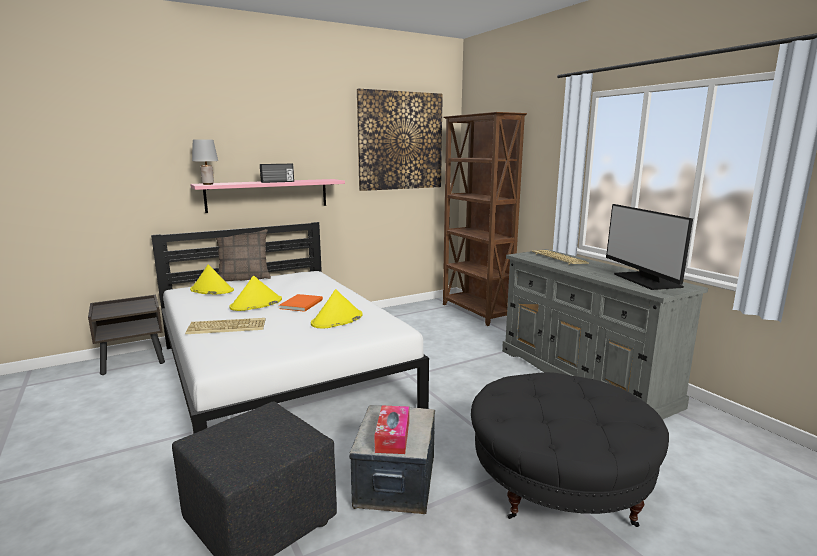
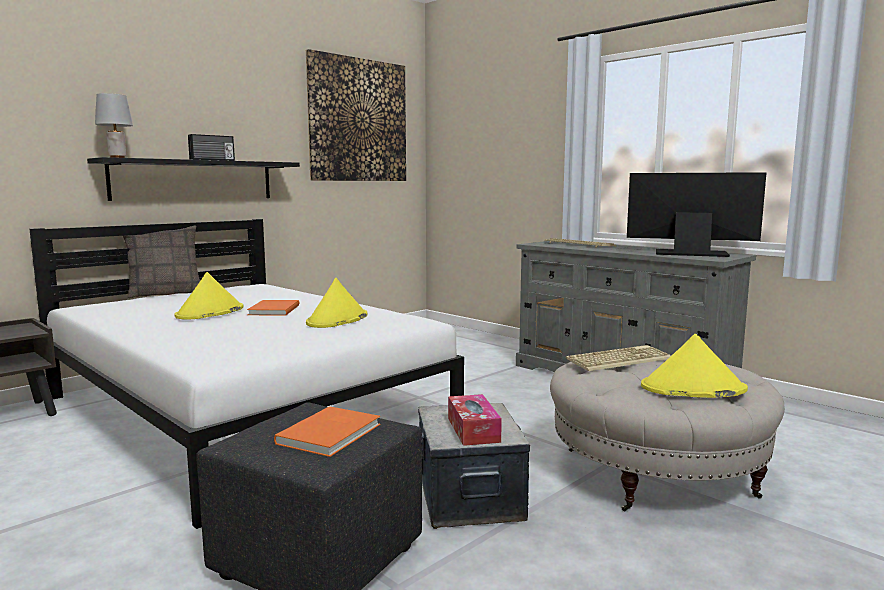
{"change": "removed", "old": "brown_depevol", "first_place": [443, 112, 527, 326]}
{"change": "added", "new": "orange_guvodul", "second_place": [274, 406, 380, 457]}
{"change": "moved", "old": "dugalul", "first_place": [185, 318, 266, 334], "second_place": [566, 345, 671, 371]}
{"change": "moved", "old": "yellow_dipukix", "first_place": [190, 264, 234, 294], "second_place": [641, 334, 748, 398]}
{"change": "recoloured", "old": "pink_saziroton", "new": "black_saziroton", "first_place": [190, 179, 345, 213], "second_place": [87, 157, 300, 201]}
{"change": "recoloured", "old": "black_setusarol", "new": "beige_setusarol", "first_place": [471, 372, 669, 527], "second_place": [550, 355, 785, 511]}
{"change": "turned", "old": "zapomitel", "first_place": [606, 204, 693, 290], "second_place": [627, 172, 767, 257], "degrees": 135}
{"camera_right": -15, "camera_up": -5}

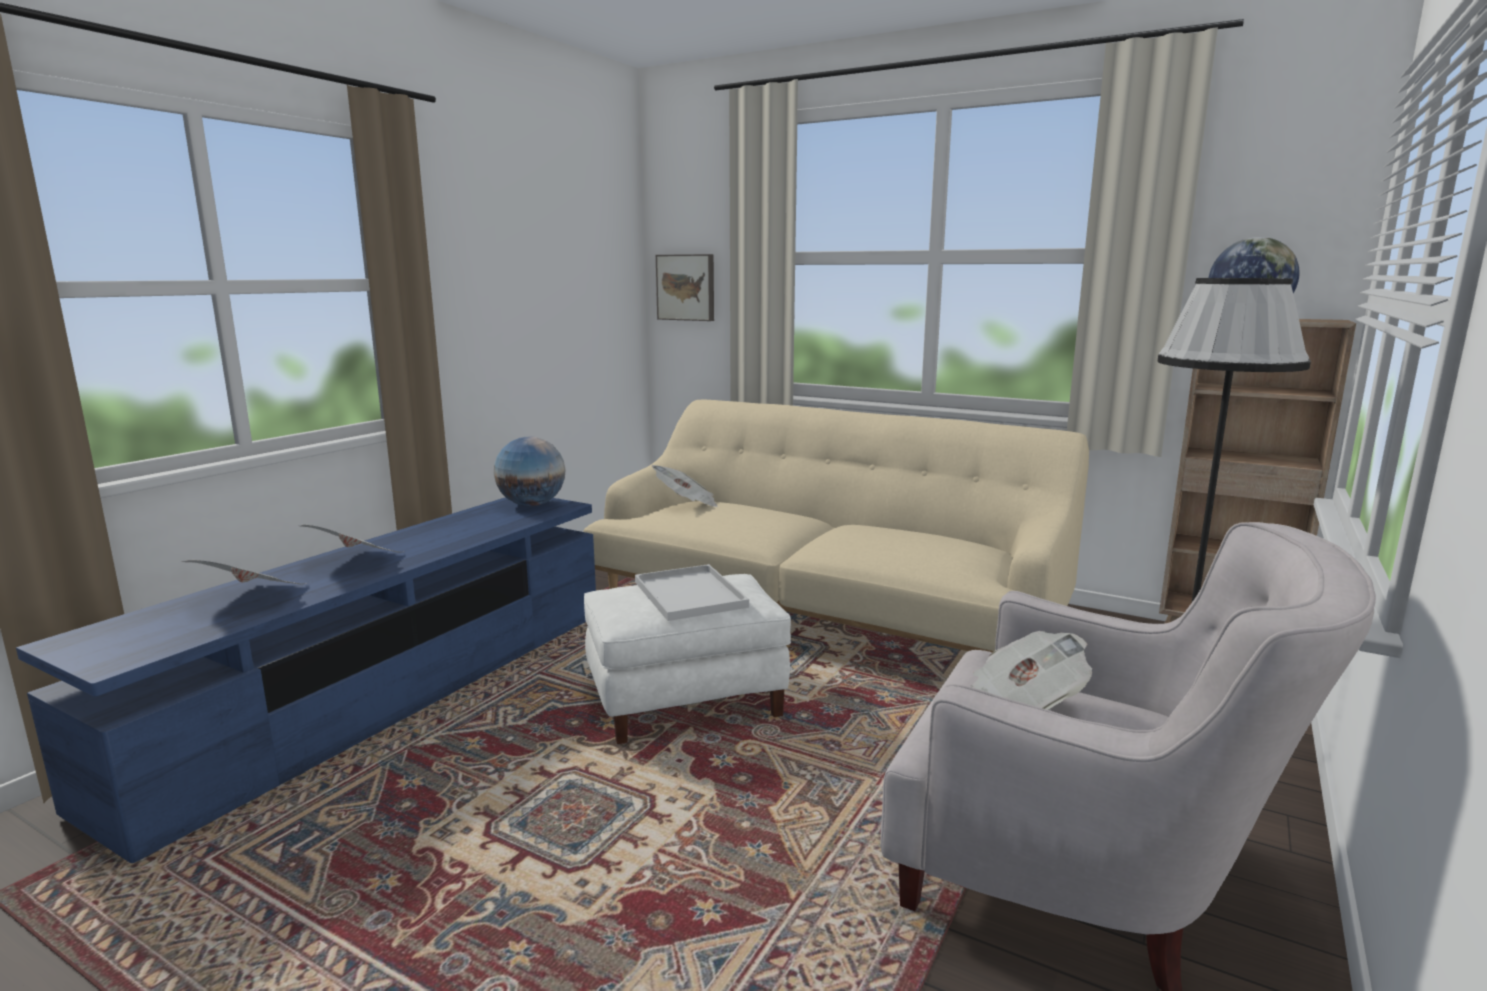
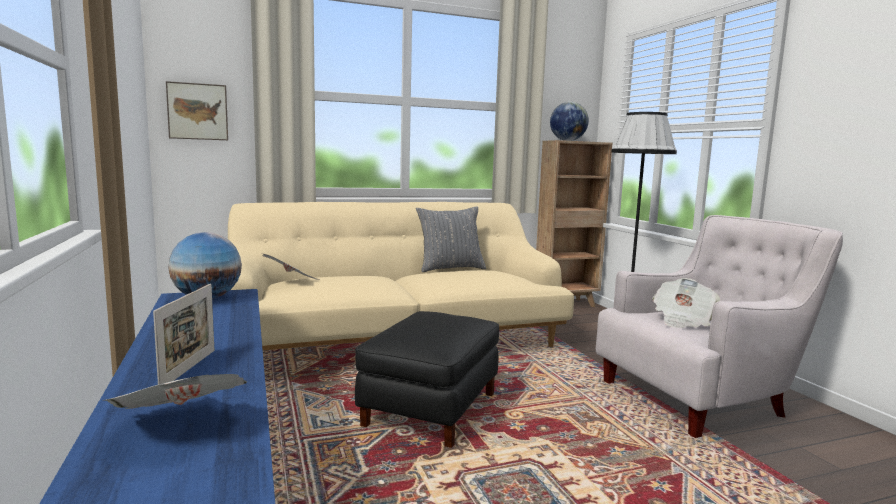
{"change": "removed", "old": "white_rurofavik", "first_place": [635, 564, 749, 621]}
{"change": "added", "new": "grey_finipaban", "second_place": [416, 206, 486, 272]}
{"change": "replaced", "old": "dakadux", "new": "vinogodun", "first_place": [301, 525, 400, 553], "second_place": [153, 284, 214, 385]}
{"change": "recoloured", "old": "white_setusarol", "new": "black_setusarol", "first_place": [584, 574, 791, 744], "second_place": [355, 311, 499, 448]}
{"camera_right": -50, "camera_up": -5}

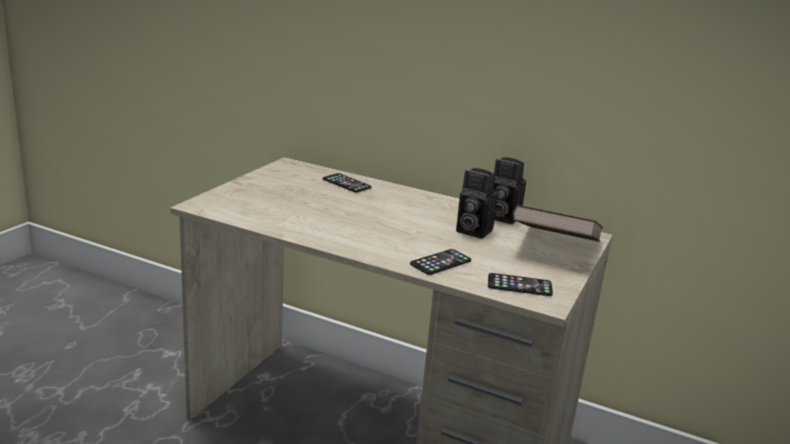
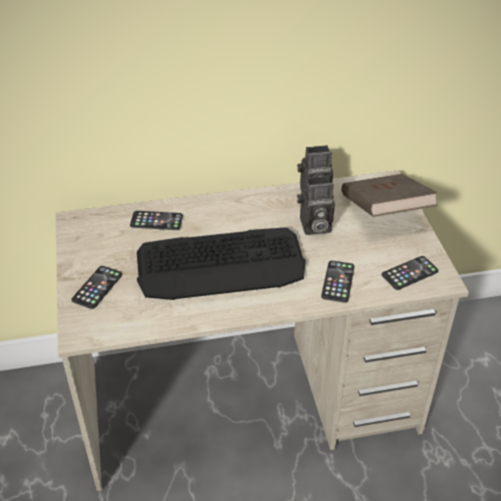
{"change": "added", "new": "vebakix", "second_place": [71, 266, 122, 309]}
{"change": "added", "new": "dugalul", "second_place": [137, 227, 306, 300]}
{"camera_right": -35, "camera_up": 20}

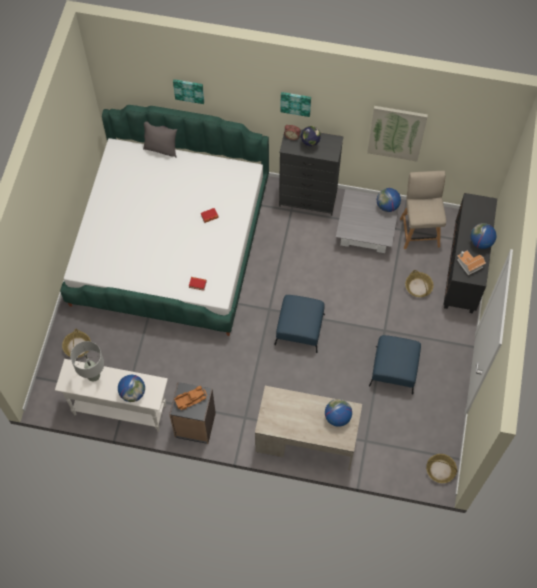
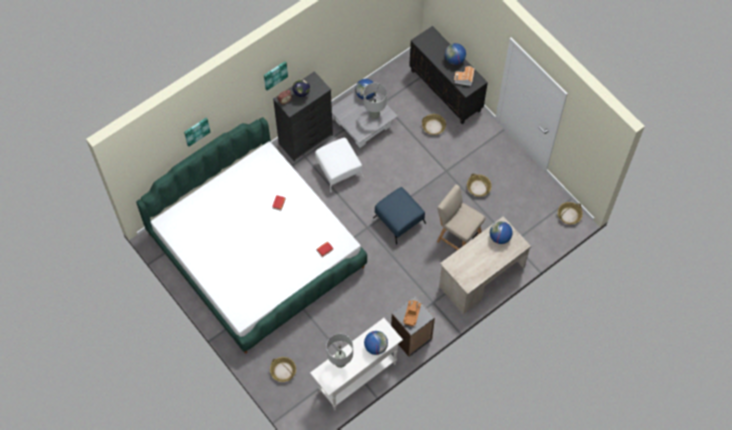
{"change": "removed", "old": "grey_finipaban", "first_place": [143, 121, 177, 157]}
{"change": "removed", "old": "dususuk", "first_place": [367, 106, 428, 161]}
{"change": "added", "new": "white_setusarol", "second_place": [314, 138, 364, 192]}
{"change": "added", "new": "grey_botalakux", "second_place": [363, 83, 387, 119]}
{"change": "moved", "old": "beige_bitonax", "first_place": [400, 171, 446, 249], "second_place": [437, 184, 485, 250]}
{"change": "replaced", "old": "blue_setusarol", "new": "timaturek", "first_place": [369, 335, 421, 394], "second_place": [467, 174, 492, 197]}
{"camera_right": -50, "camera_up": 0}

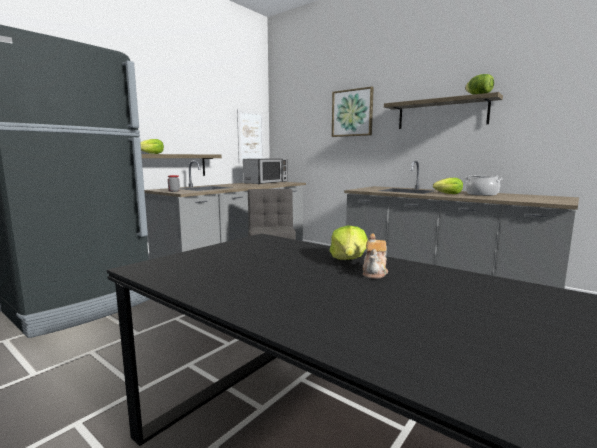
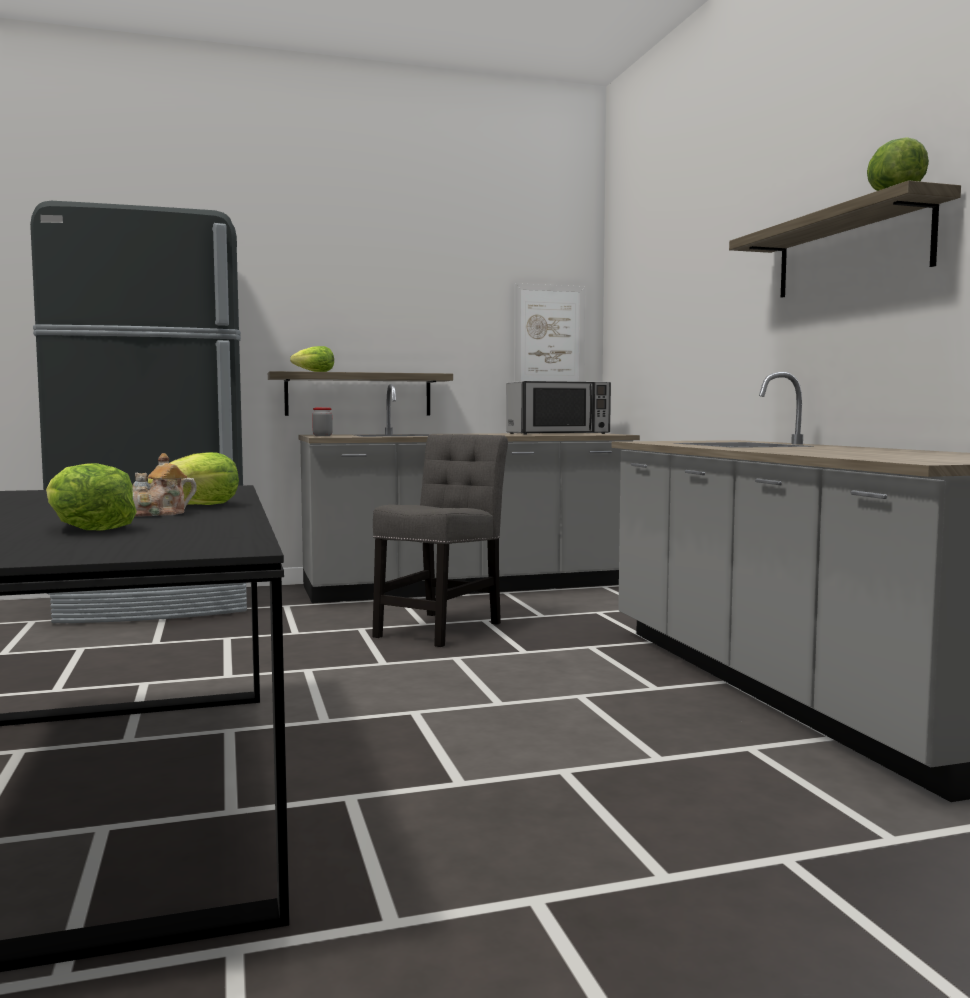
{"change": "removed", "old": "dususuk", "first_place": [332, 87, 374, 137]}
{"change": "removed", "old": "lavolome", "first_place": [464, 175, 503, 196]}
{"change": "moved", "old": "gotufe", "first_place": [433, 178, 463, 194], "second_place": [46, 463, 137, 530]}
{"camera_right": 35, "camera_up": -5}

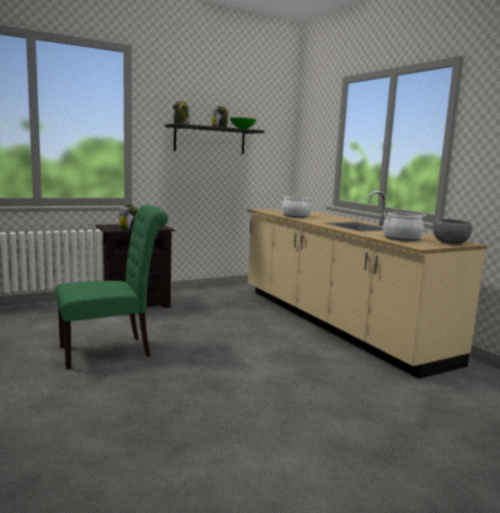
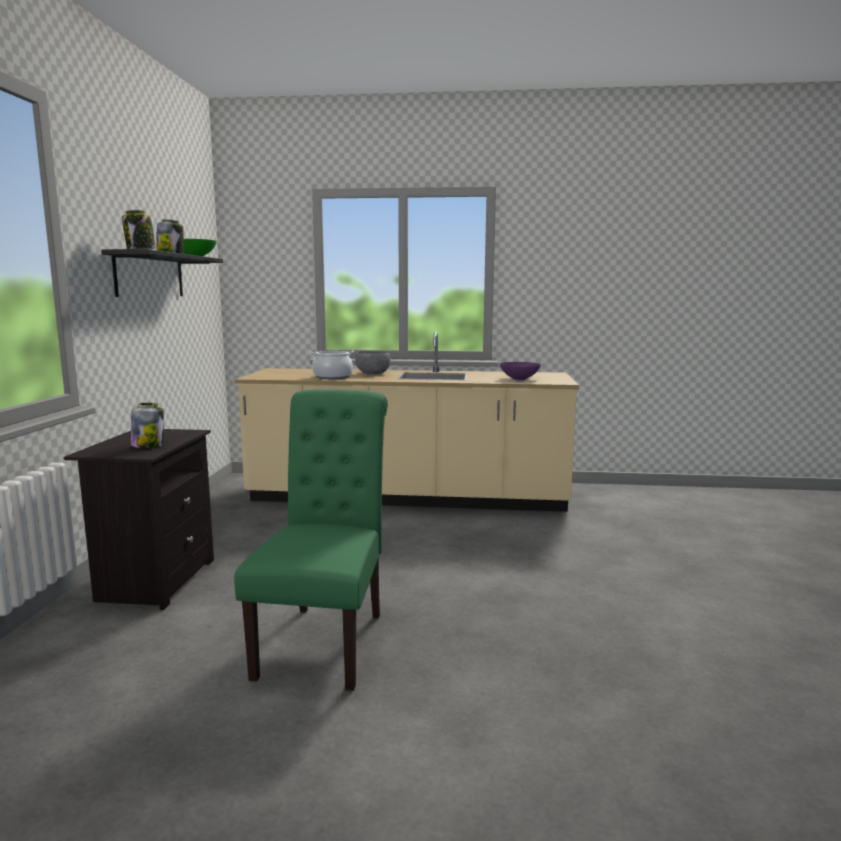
{"change": "moved", "old": "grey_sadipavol", "first_place": [433, 219, 472, 245], "second_place": [355, 351, 390, 374]}
{"change": "replaced", "old": "lavolome", "new": "purple_sadipavol", "first_place": [383, 213, 426, 241], "second_place": [500, 362, 541, 380]}
{"camera_right": -55, "camera_up": 0}

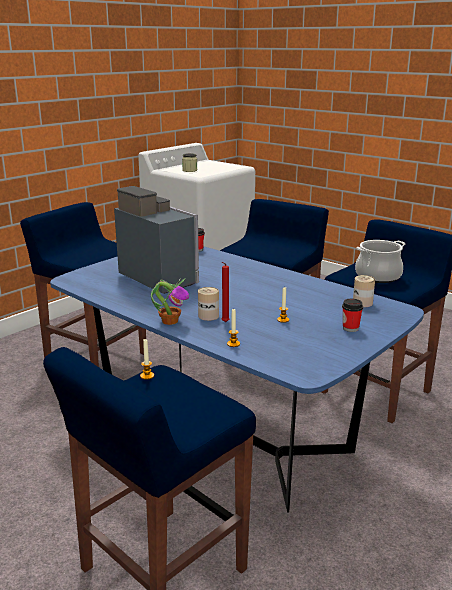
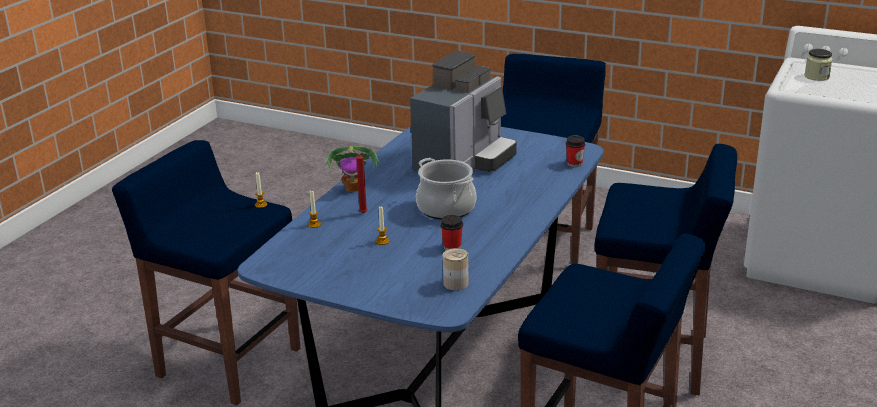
{"change": "removed", "old": "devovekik", "first_place": [198, 287, 219, 321]}
{"change": "moved", "old": "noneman", "first_place": [342, 299, 363, 332], "second_place": [440, 215, 463, 250]}
{"change": "moved", "old": "lavolome", "first_place": [355, 240, 406, 283], "second_place": [416, 158, 476, 220]}
{"camera_right": 75, "camera_up": 5}

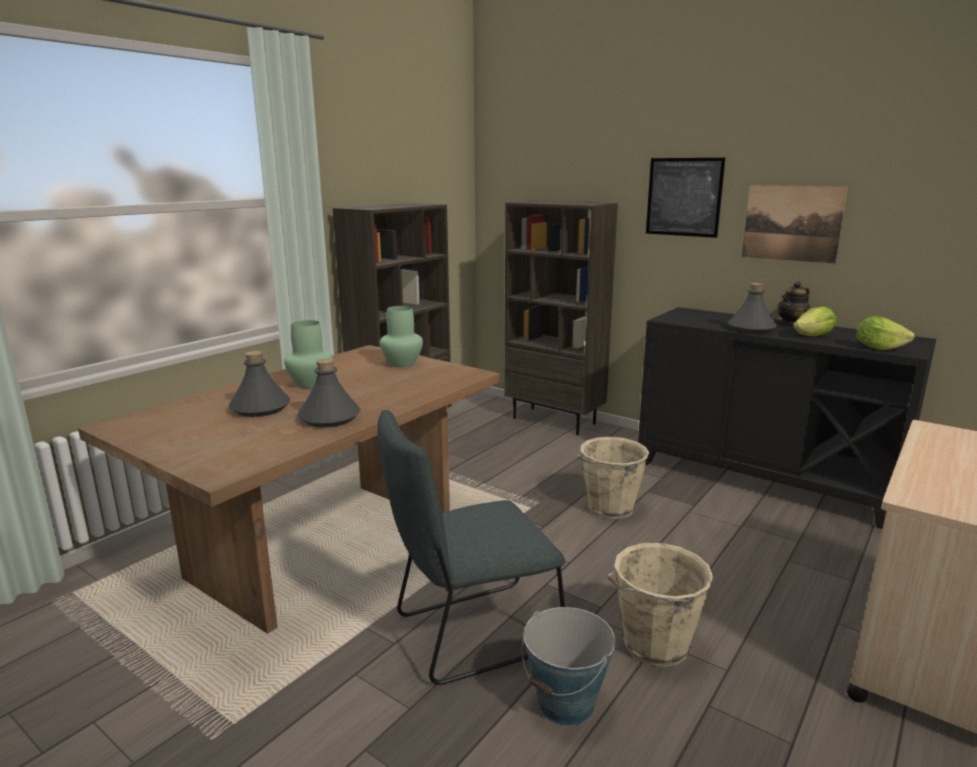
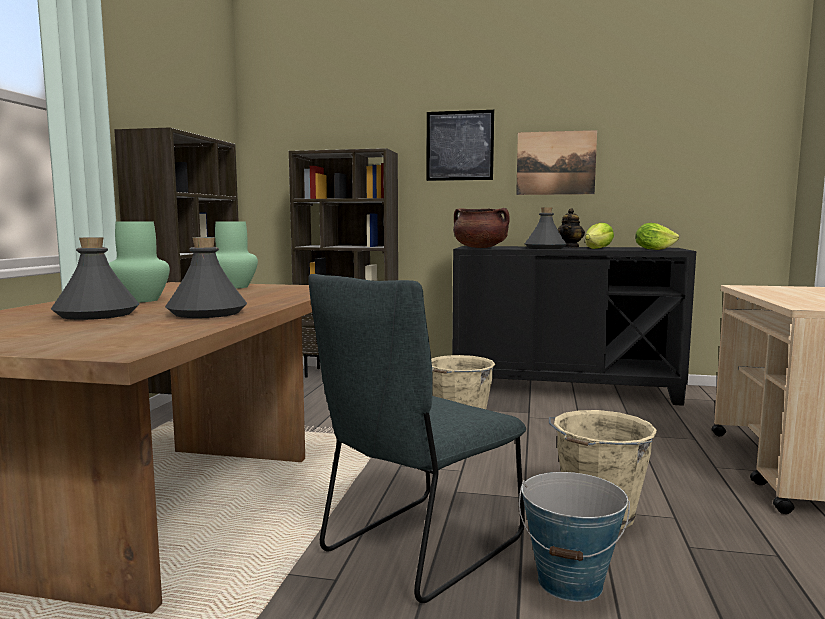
{"change": "added", "new": "brown_lavolome", "second_place": [453, 208, 510, 248]}
{"camera_right": -25, "camera_up": -10}

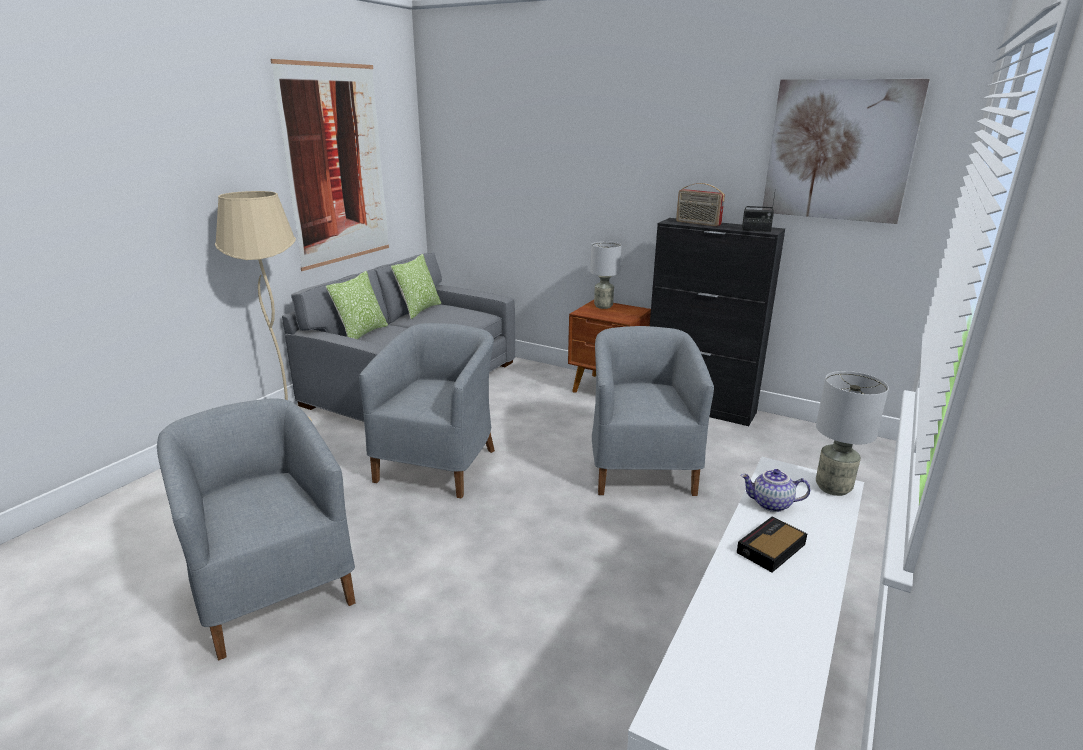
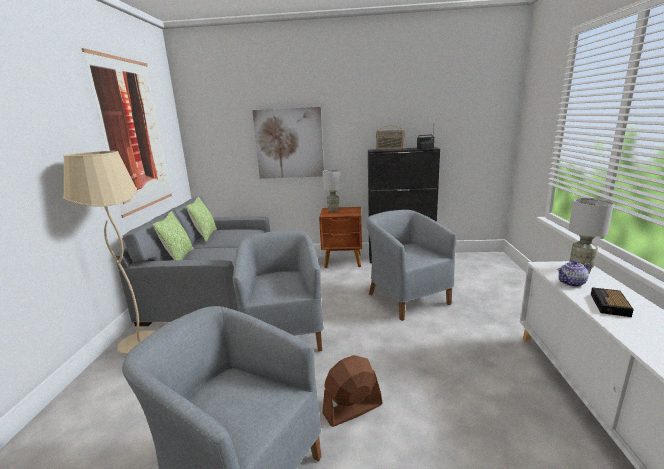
{"change": "added", "new": "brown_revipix", "second_place": [322, 355, 383, 427]}
{"change": "moved", "old": "dususuk", "first_place": [762, 79, 930, 224], "second_place": [252, 107, 324, 179]}
{"camera_right": -25, "camera_up": -5}

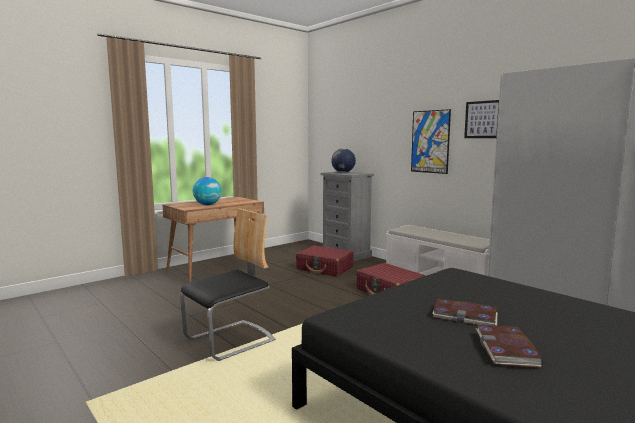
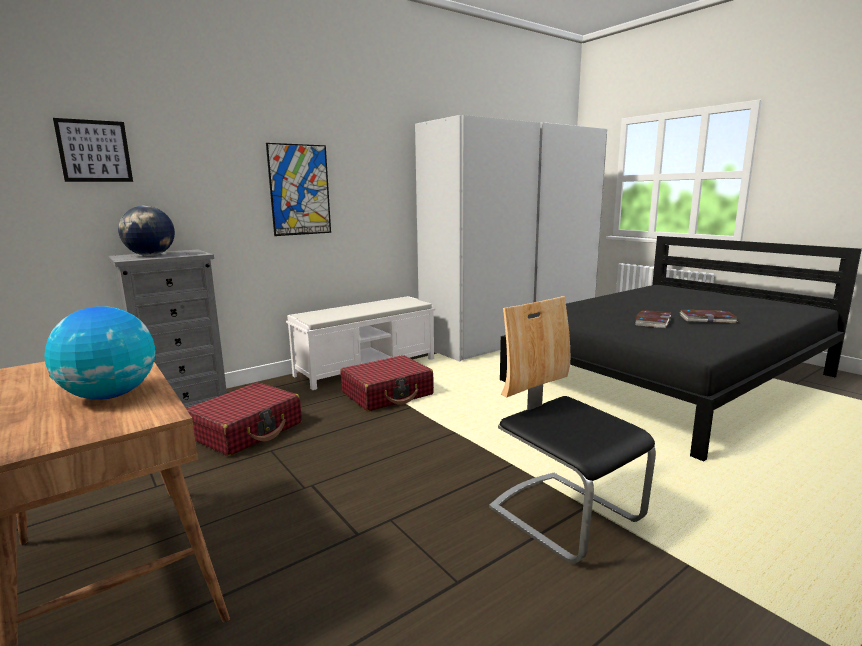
{"change": "moved", "old": "dususuk", "first_place": [464, 100, 499, 138], "second_place": [53, 118, 133, 182]}
{"camera_right": -85, "camera_up": 5}

